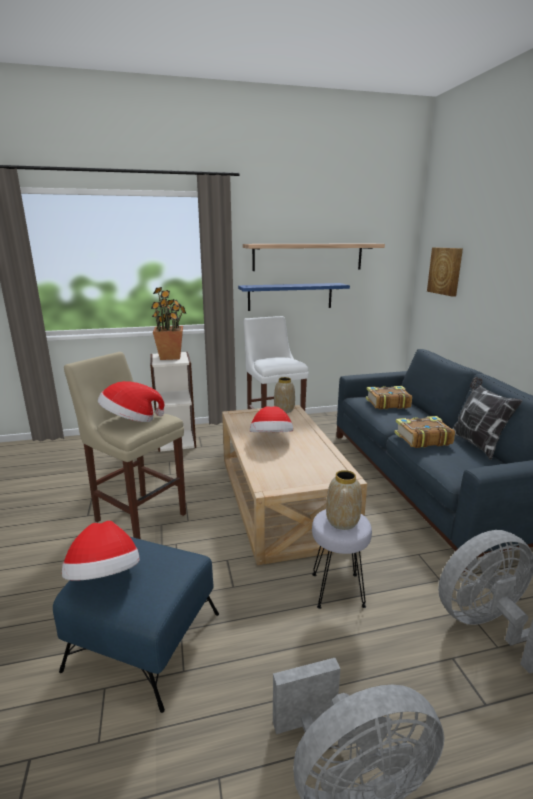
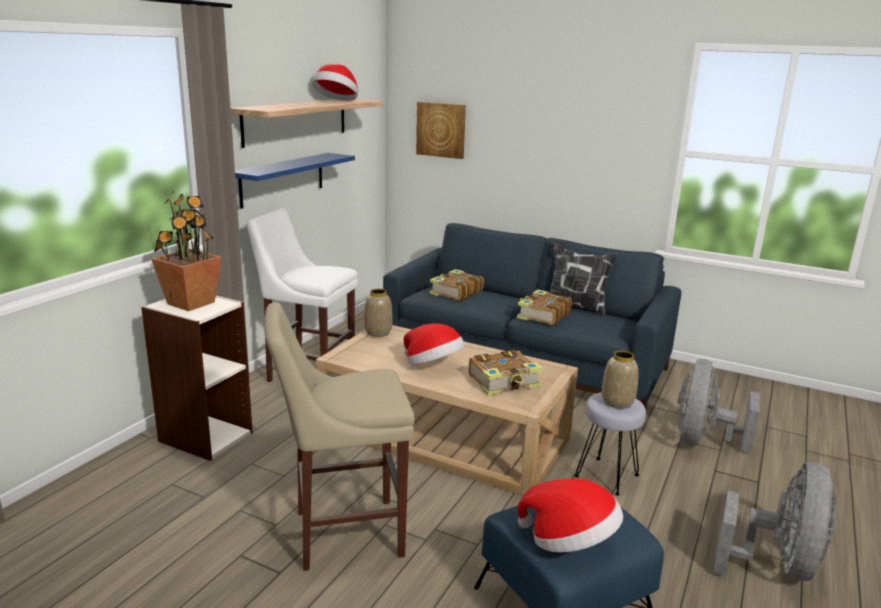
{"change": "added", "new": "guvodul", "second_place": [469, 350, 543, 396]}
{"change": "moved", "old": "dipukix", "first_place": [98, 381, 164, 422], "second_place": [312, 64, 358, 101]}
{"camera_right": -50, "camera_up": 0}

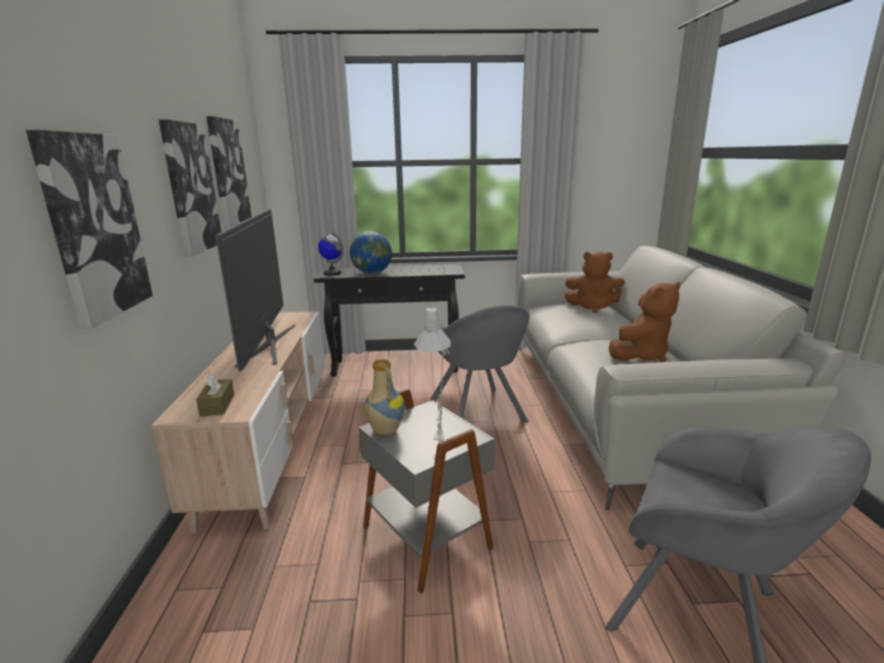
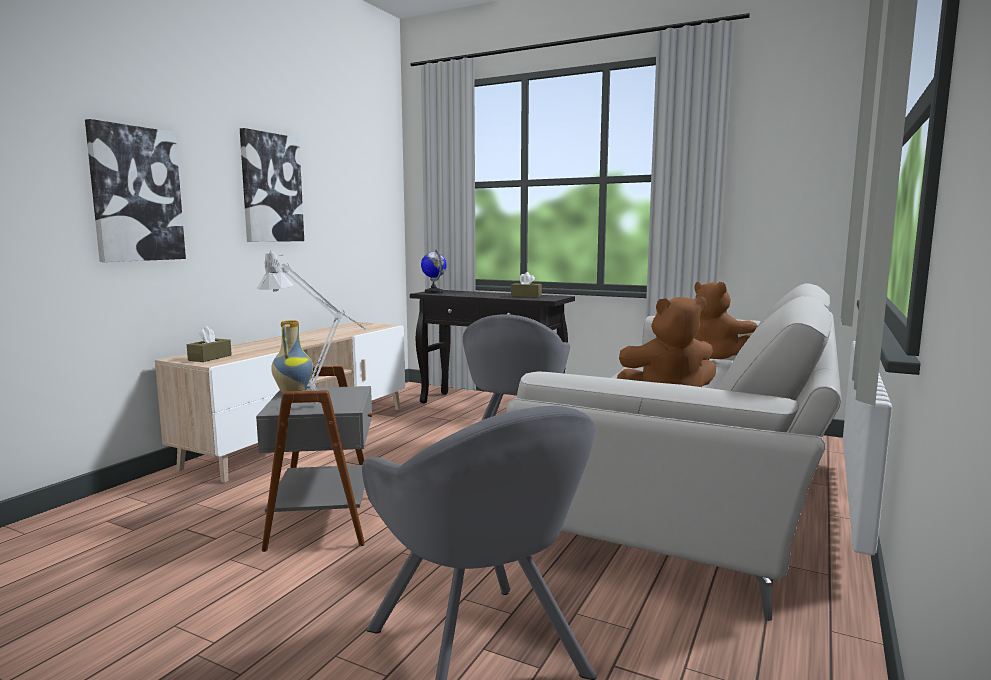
{"change": "removed", "old": "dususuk", "first_place": [206, 116, 252, 230]}
{"change": "removed", "old": "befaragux", "first_place": [215, 209, 296, 371]}
{"change": "removed", "old": "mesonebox", "first_place": [350, 231, 392, 274]}
{"change": "added", "new": "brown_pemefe", "second_place": [511, 272, 542, 298]}
{"camera_right": 30, "camera_up": -10}

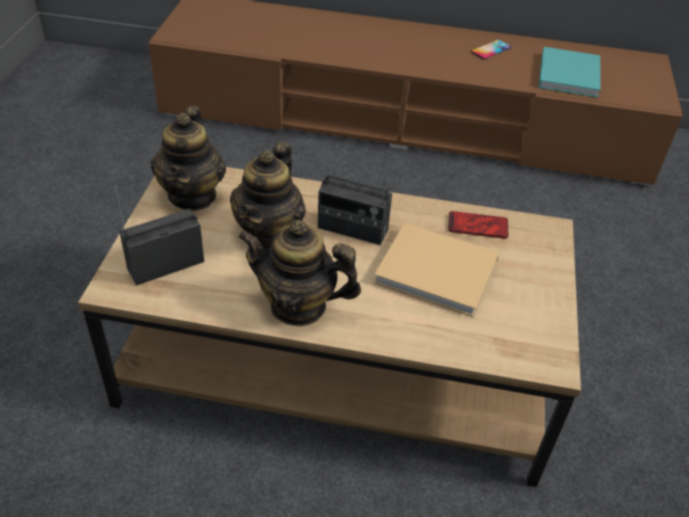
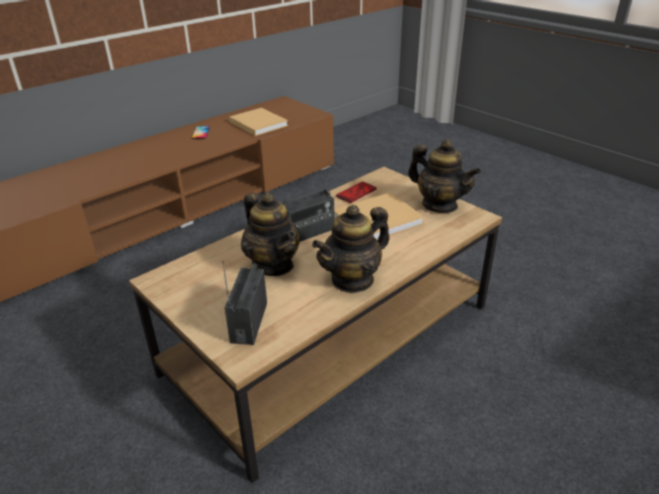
{"change": "moved", "old": "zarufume", "first_place": [151, 106, 226, 211], "second_place": [408, 140, 481, 213]}
{"change": "recoloured", "old": "turquoise_guvodul", "new": "beige_guvodul", "first_place": [539, 47, 601, 98], "second_place": [229, 108, 288, 136]}
{"camera_right": -50, "camera_up": -10}

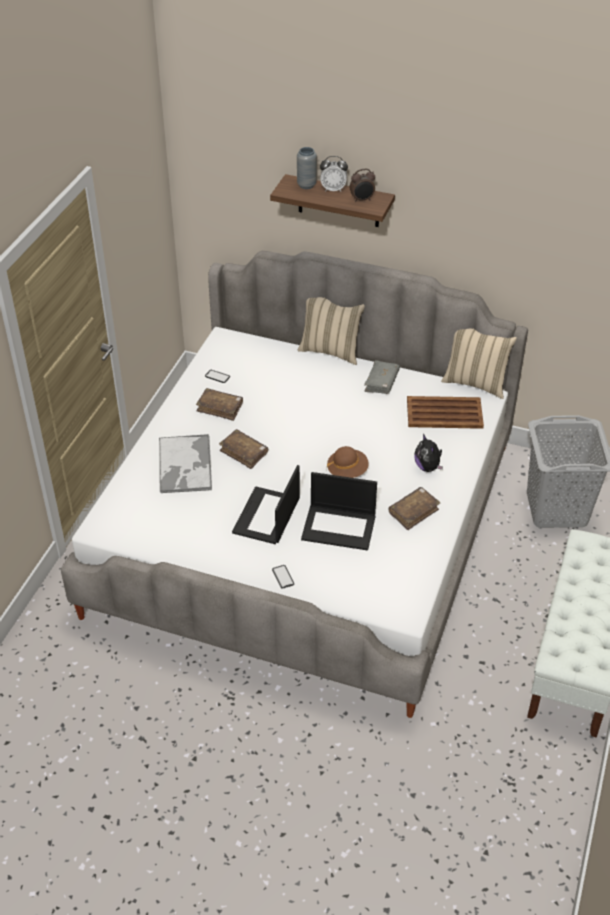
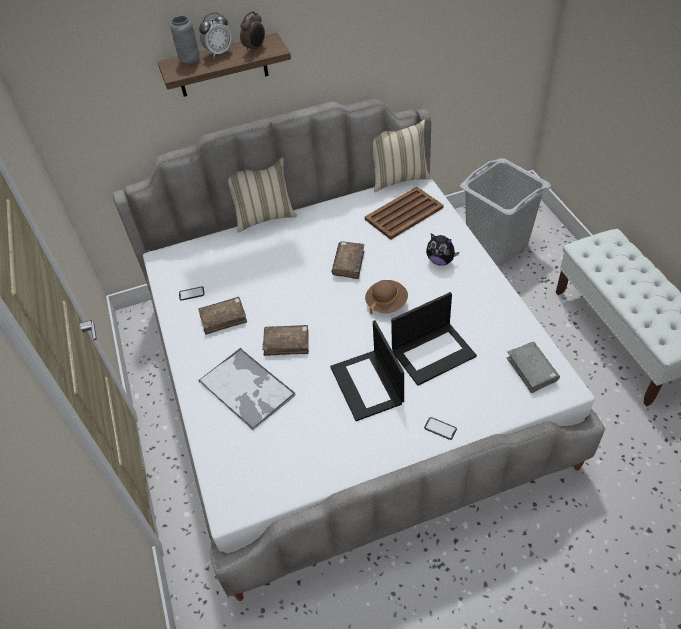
{"change": "moved", "old": "grey_guvodul", "first_place": [364, 360, 400, 394], "second_place": [507, 342, 560, 393]}
{"change": "moved", "old": "brown_guvodul", "first_place": [389, 487, 440, 530], "second_place": [331, 241, 365, 279]}
{"camera_right": -35, "camera_up": 5}

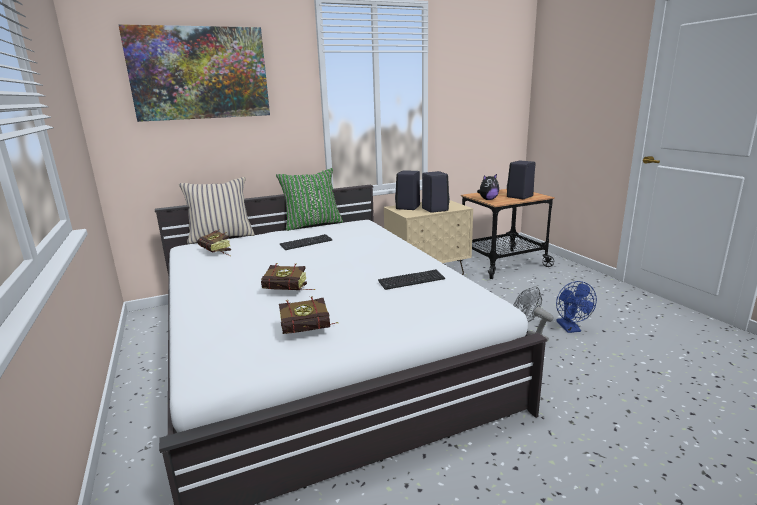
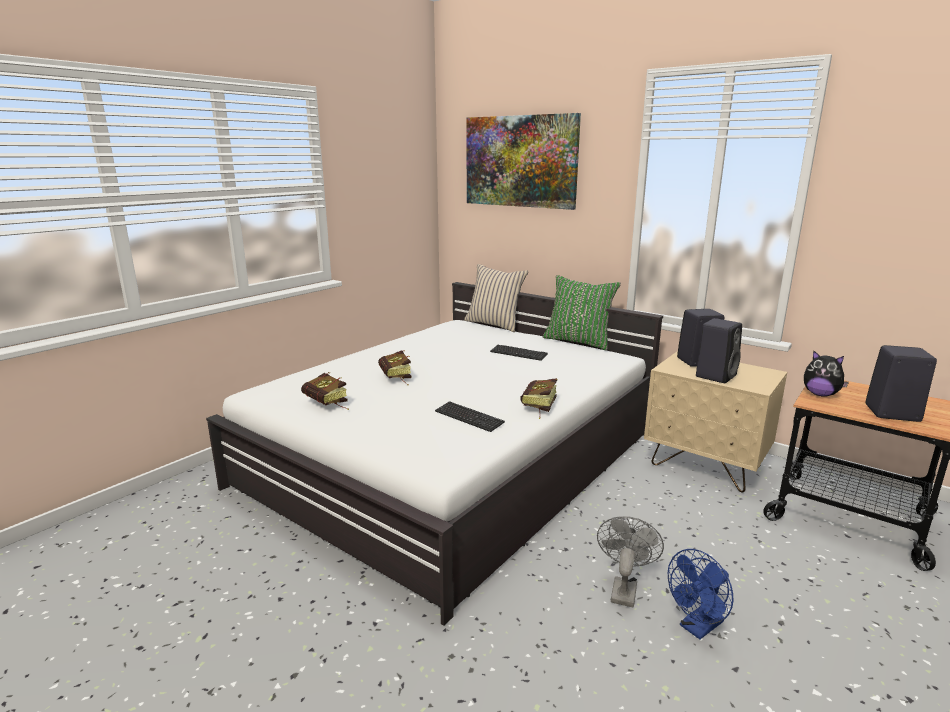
{"change": "moved", "old": "guvodul", "first_place": [197, 230, 231, 256], "second_place": [520, 378, 558, 419]}
{"camera_right": 60, "camera_up": 0}

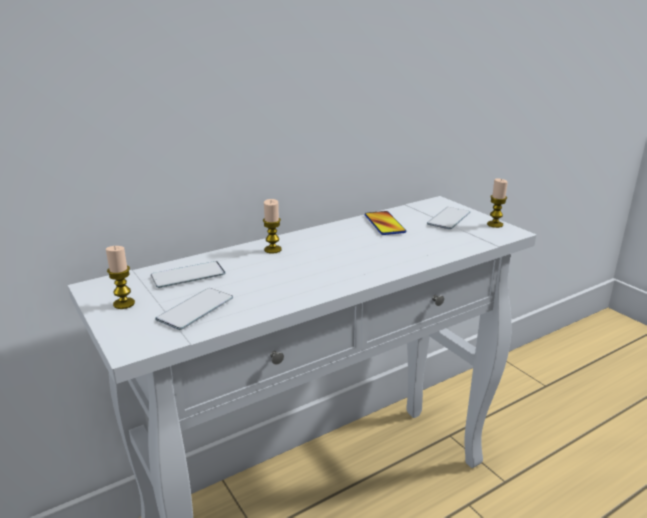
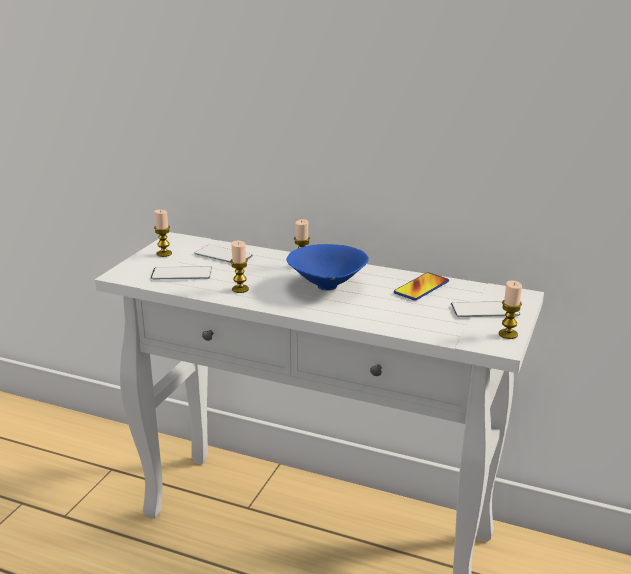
{"change": "added", "new": "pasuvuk", "second_place": [230, 241, 249, 293]}
{"change": "added", "new": "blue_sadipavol", "second_place": [286, 244, 369, 291]}
{"camera_right": 55, "camera_up": 0}

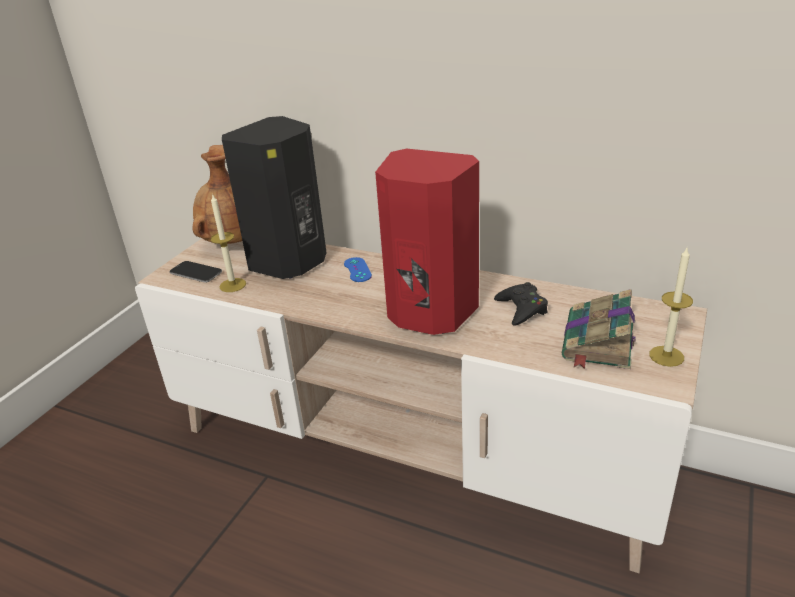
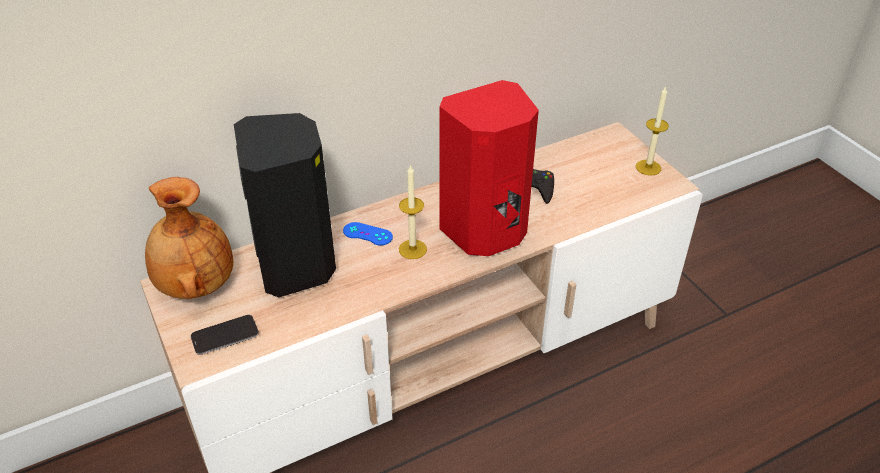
{"change": "removed", "old": "guvodul", "first_place": [562, 289, 636, 369]}
{"change": "moved", "old": "pasuvuk", "first_place": [210, 193, 246, 292], "second_place": [399, 164, 427, 259]}
{"camera_right": -55, "camera_up": 10}

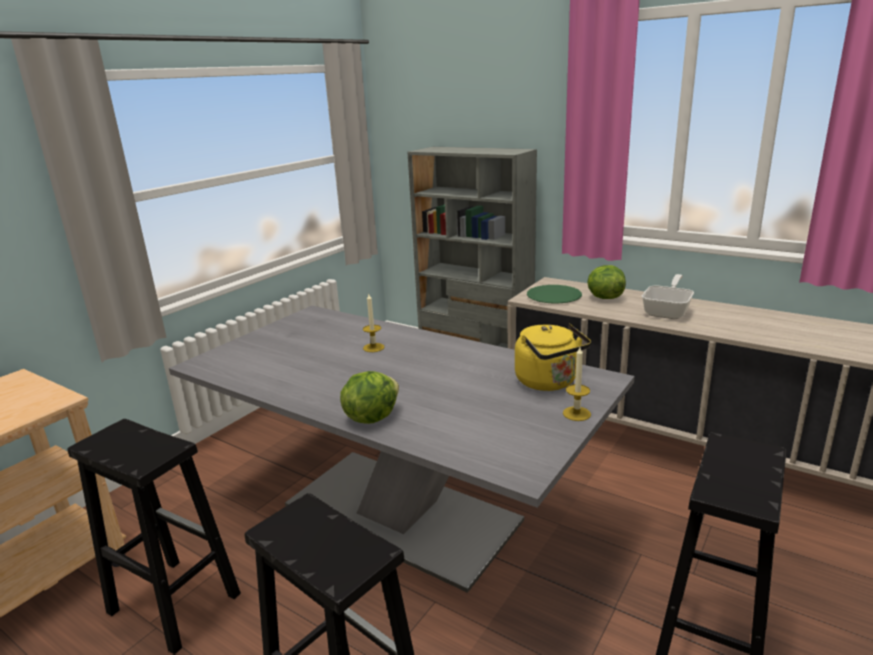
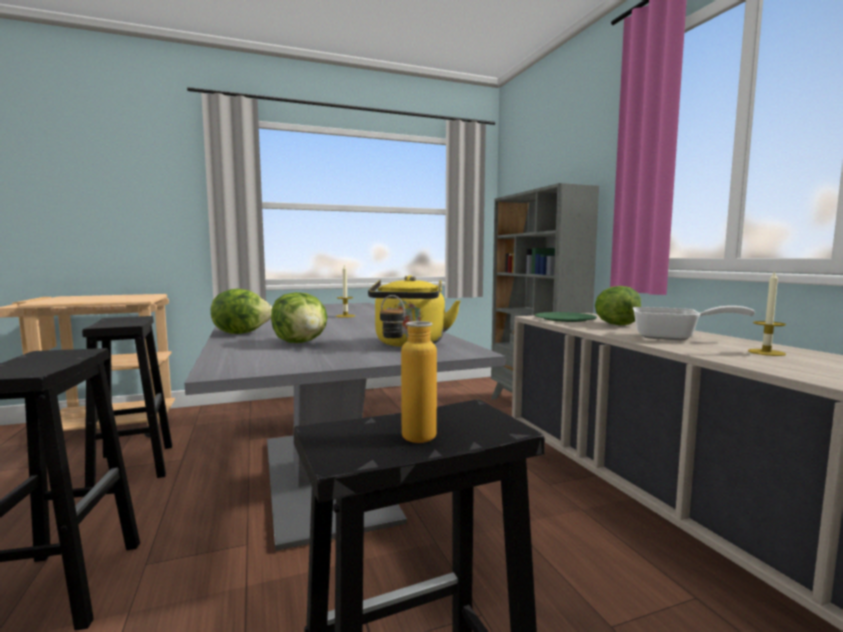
{"change": "added", "new": "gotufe", "second_place": [271, 292, 327, 343]}
{"change": "added", "new": "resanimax", "second_place": [380, 295, 437, 443]}
{"change": "moved", "old": "pasuvuk", "first_place": [563, 347, 591, 421], "second_place": [748, 270, 786, 356]}
{"change": "turned", "old": "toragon", "first_place": [642, 274, 694, 319], "second_place": [633, 306, 755, 340], "degrees": 45}
{"camera_right": 35, "camera_up": -15}

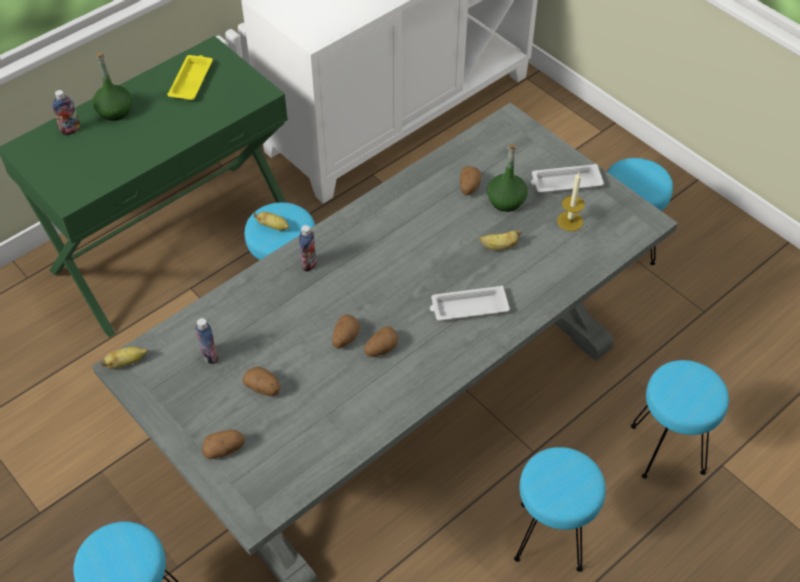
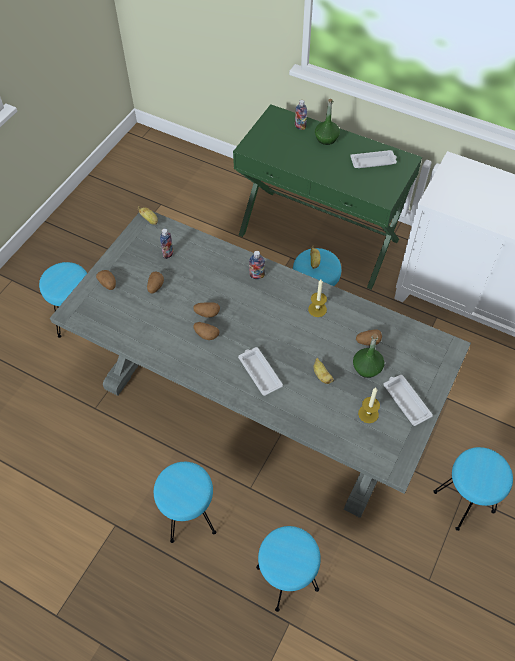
{"change": "added", "new": "pasuvuk", "second_place": [308, 280, 327, 317]}
{"change": "recoloured", "old": "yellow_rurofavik", "new": "white_rurofavik", "first_place": [167, 55, 213, 100], "second_place": [350, 150, 397, 168]}
{"camera_right": 70, "camera_up": 5}

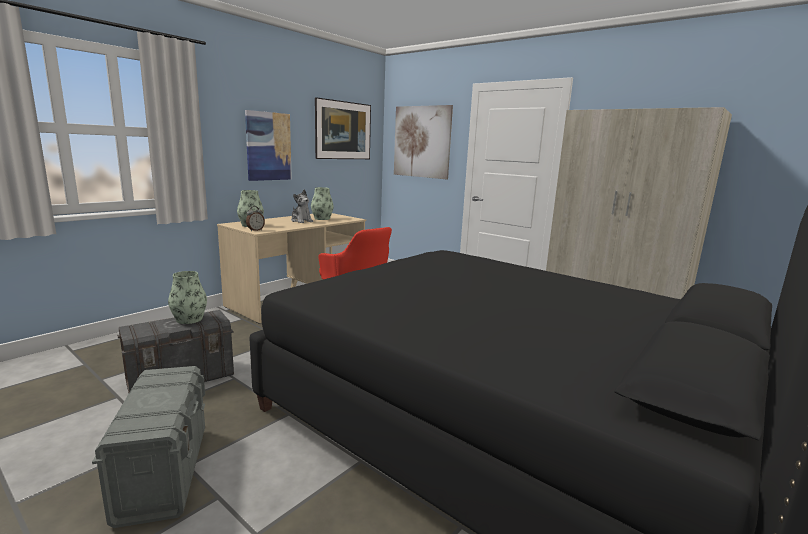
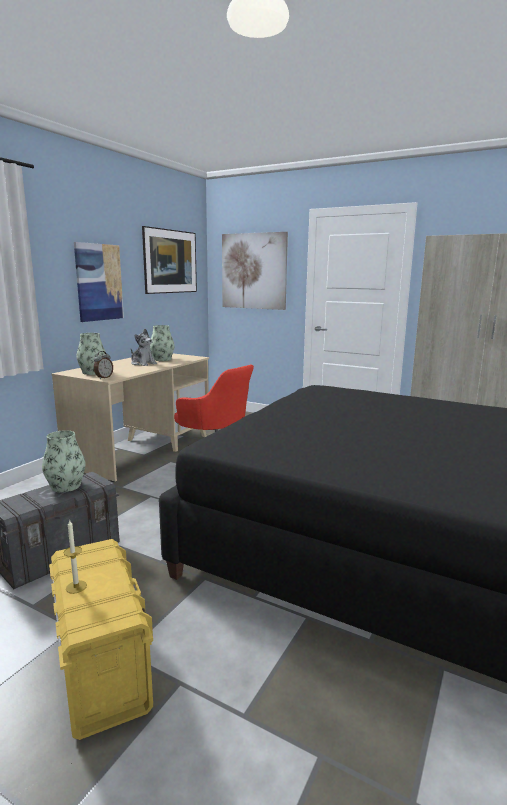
{"change": "added", "new": "pasuvuk", "second_place": [64, 519, 87, 594]}
{"change": "recoloured", "old": "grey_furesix", "new": "yellow_furesix", "first_place": [92, 366, 205, 528], "second_place": [49, 539, 153, 740]}
{"camera_right": -10, "camera_up": 0}

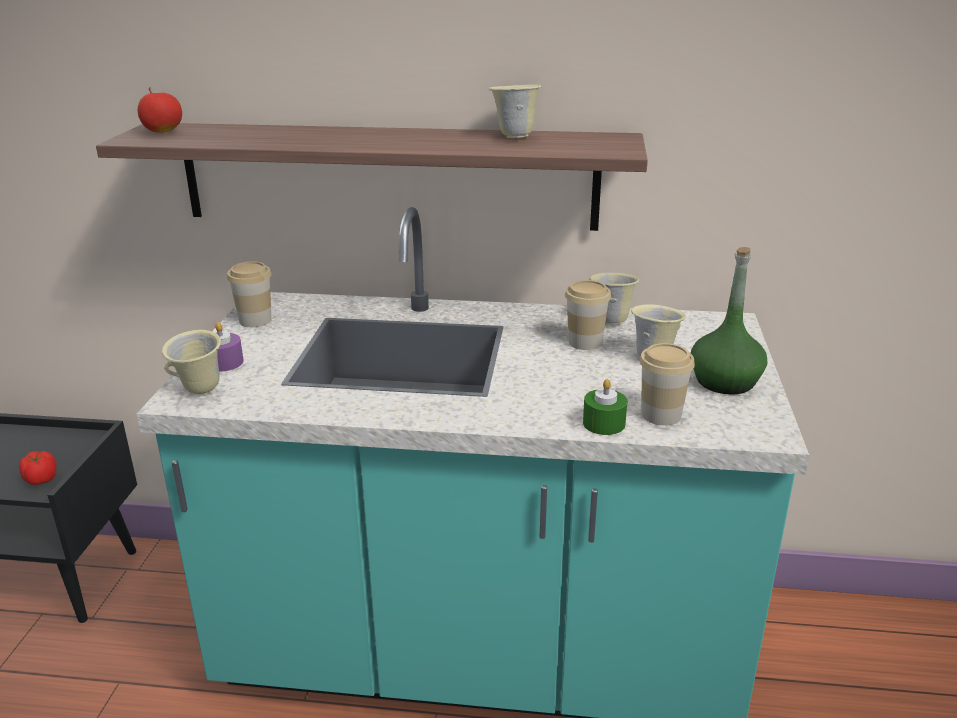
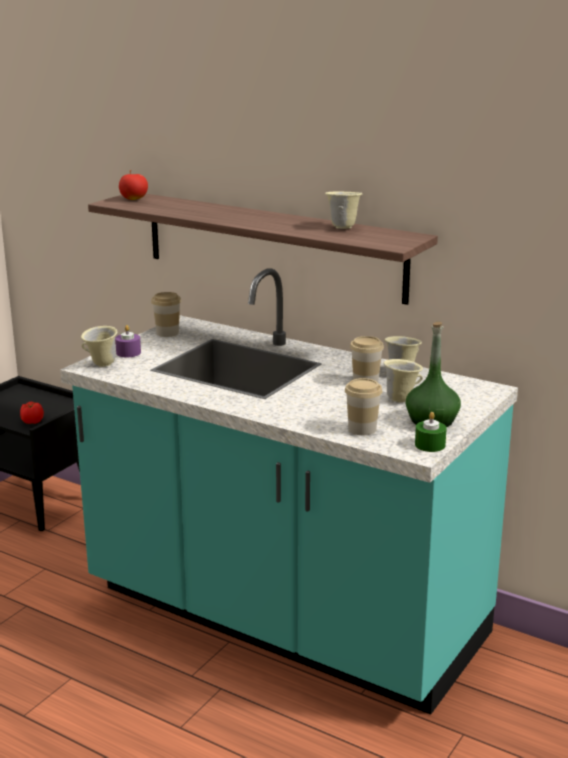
{"change": "moved", "old": "green_pasuvuk", "first_place": [583, 379, 627, 435], "second_place": [415, 412, 447, 452]}
{"camera_right": 25, "camera_up": -5}

